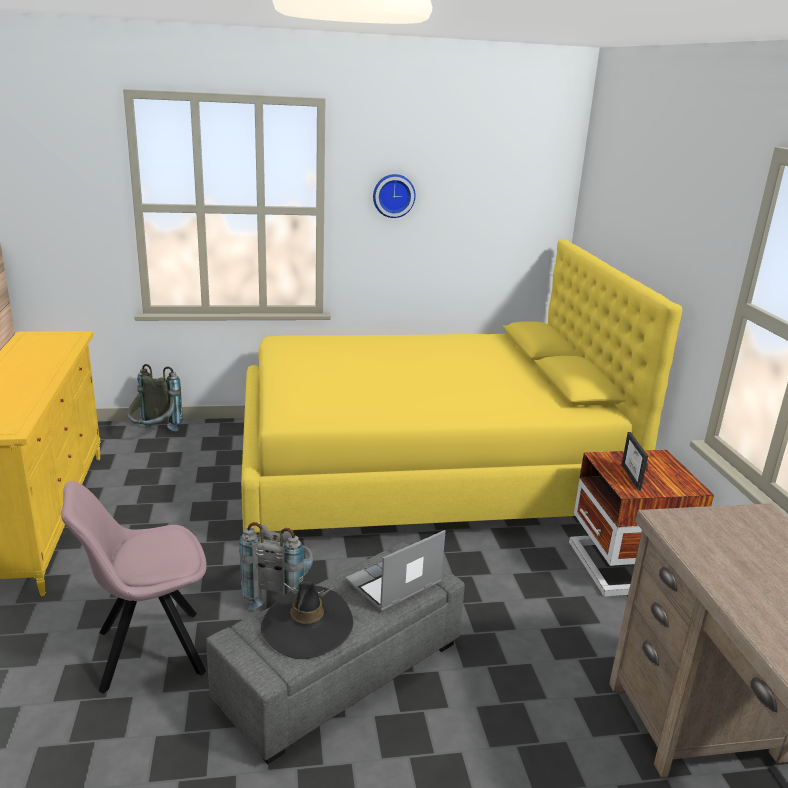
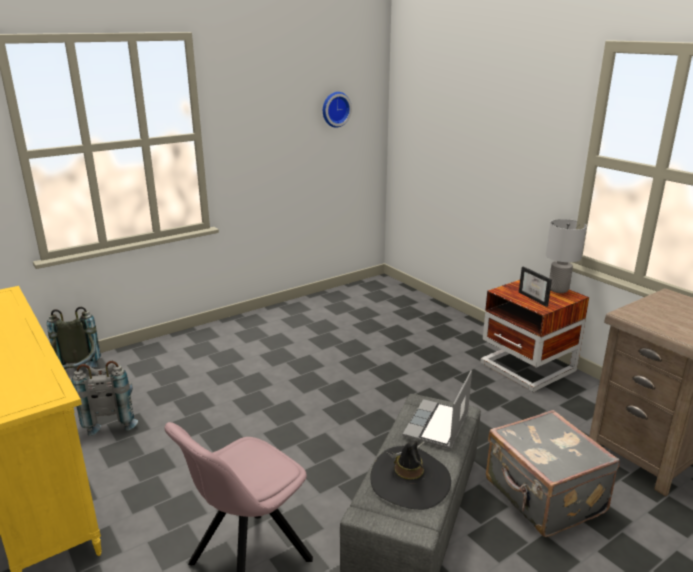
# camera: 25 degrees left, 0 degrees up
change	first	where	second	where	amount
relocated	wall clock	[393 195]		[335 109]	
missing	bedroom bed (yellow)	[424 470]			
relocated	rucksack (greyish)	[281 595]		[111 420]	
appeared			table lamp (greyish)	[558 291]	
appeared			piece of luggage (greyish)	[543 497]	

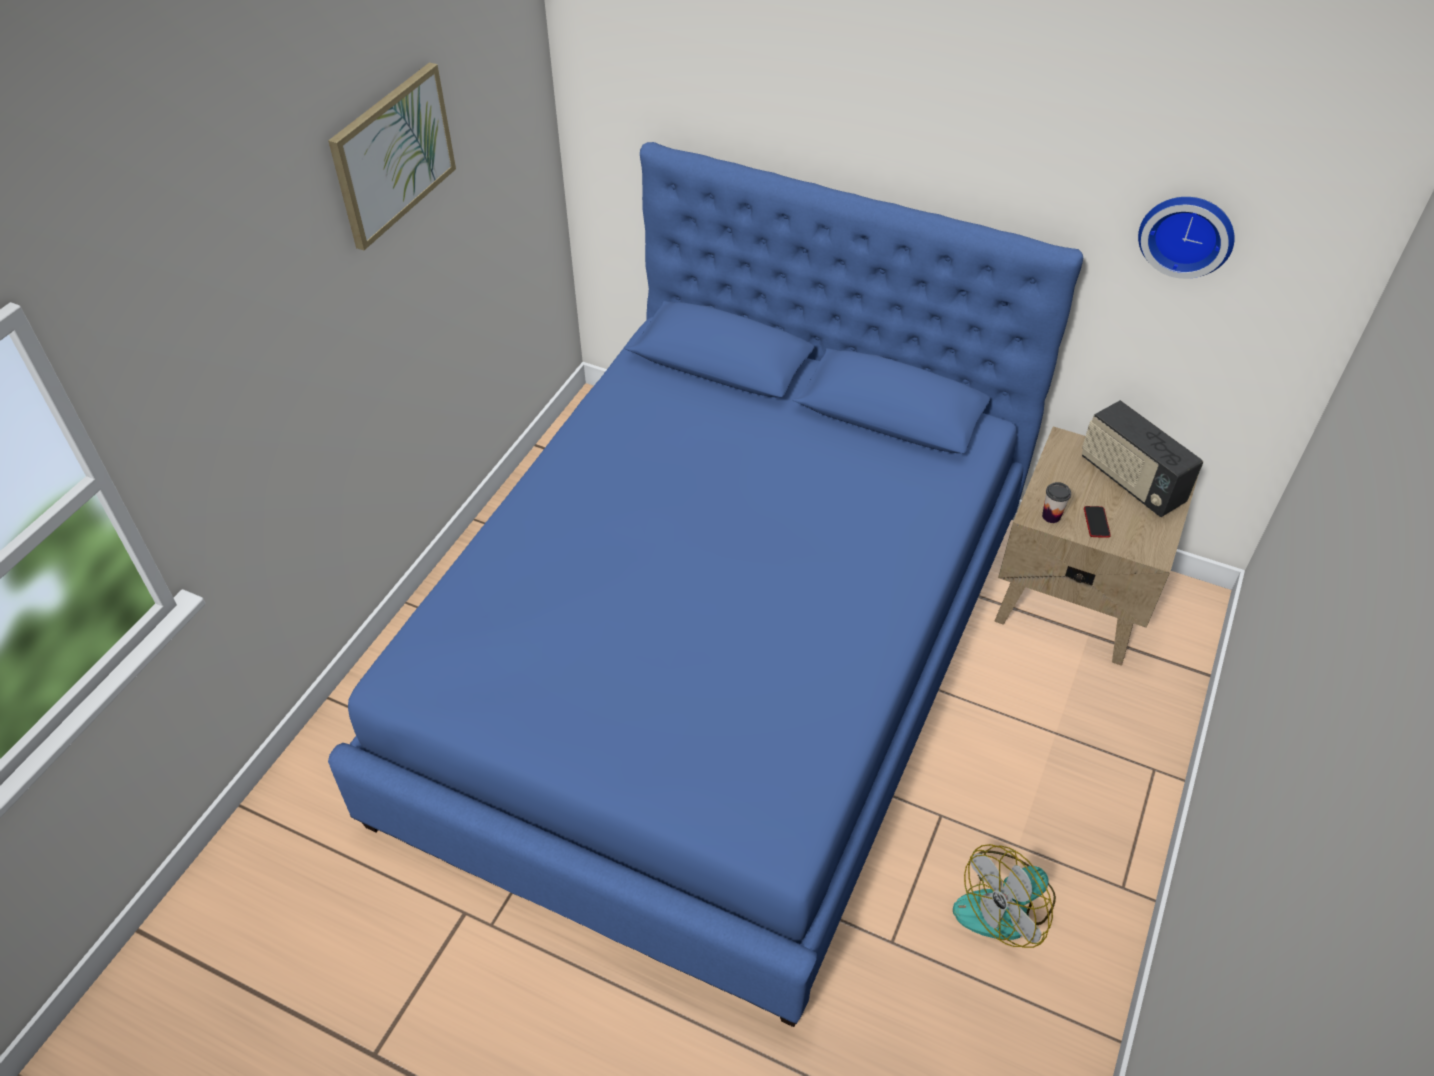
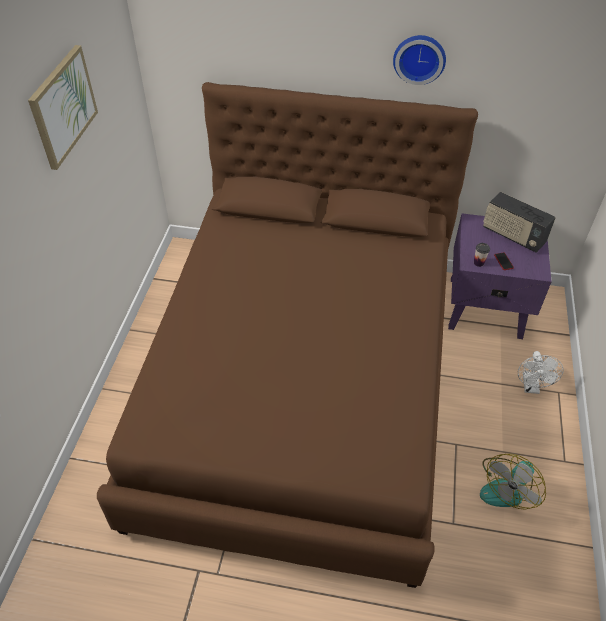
# camera: 15 degrees left, 0 degrees up
change	first	where	second	where	amount
colour	bedroom bed (bluish)	[718 662]	bedroom bed (brownish)	[303 384]	
relocated	wall clock	[1187 233]		[419 58]	
colour	nightstand (beige)	[1075 598]	nightstand (purple)	[486 307]	
appeared			cooling fan (whitish)	[531 387]	

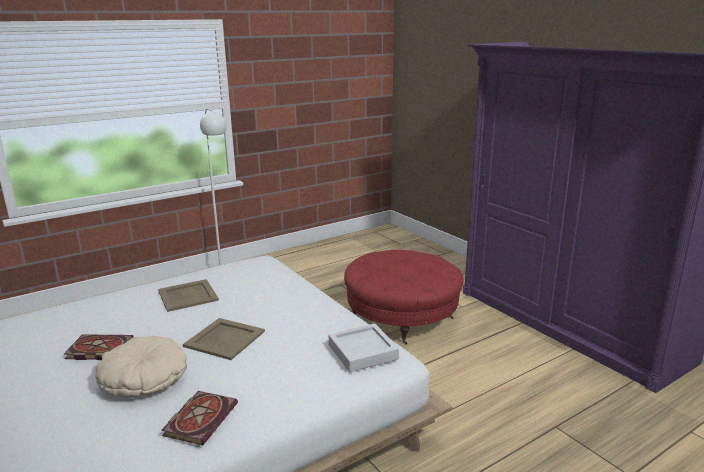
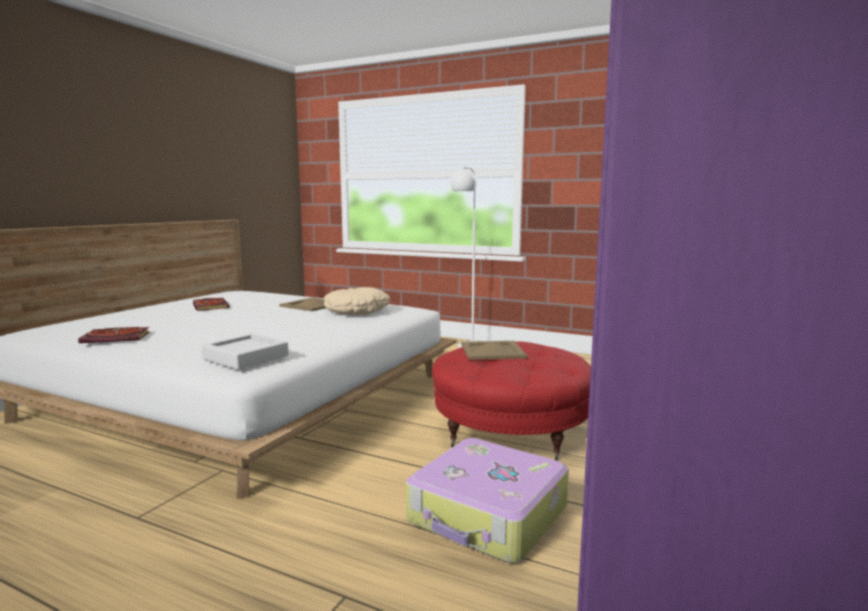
# camera: 60 degrees right, 10 degrees down
change	first	where	second	where	amount
relocated	carrying tray (beige)	[224 338]		[493 350]	
relocated	pillow (beige)	[143 378]		[355 311]	
appeared			piece of luggage	[488 516]	

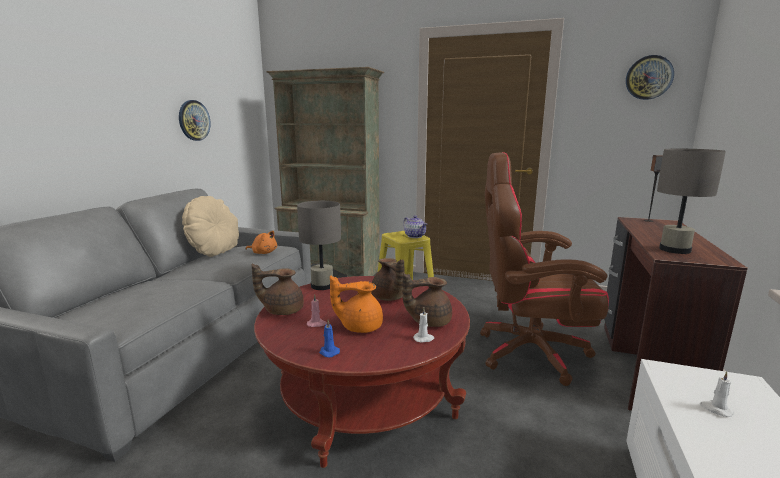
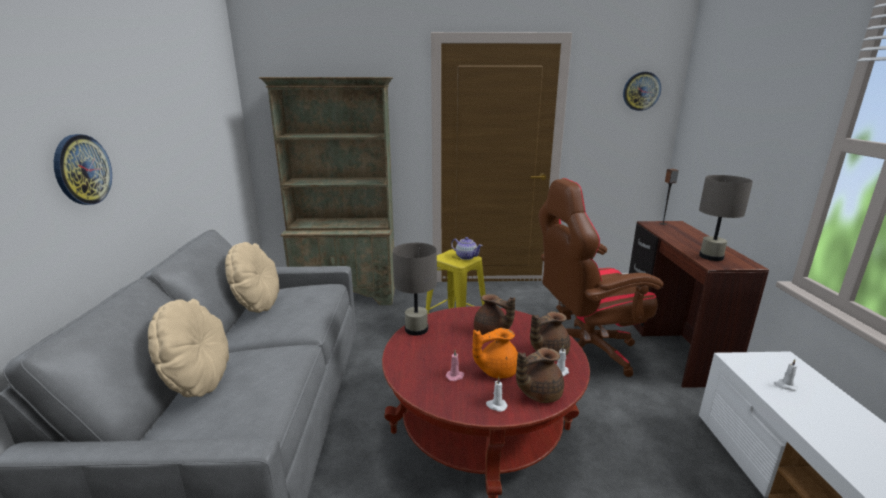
# camera: 20 degrees left, 5 degrees up
change	first	where	second	where	amount
relocated	wall clock	[194 120]		[82 170]	
missing	soft toy (orange-coloured)	[263 253]			
relocated	pot for tea (brownish)	[282 310]		[538 393]	
colour	wax light (bluish)	[328 352]	wax light (whitish)	[496 405]	
appeared			pillow (beige)	[200 383]	

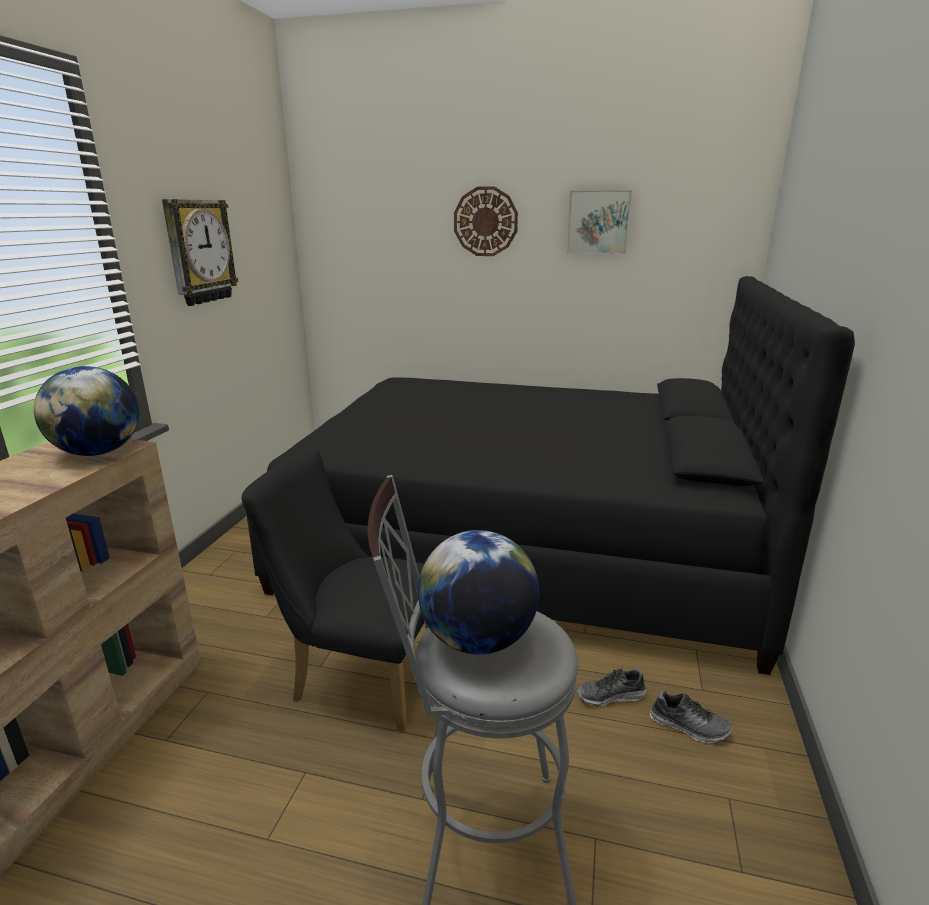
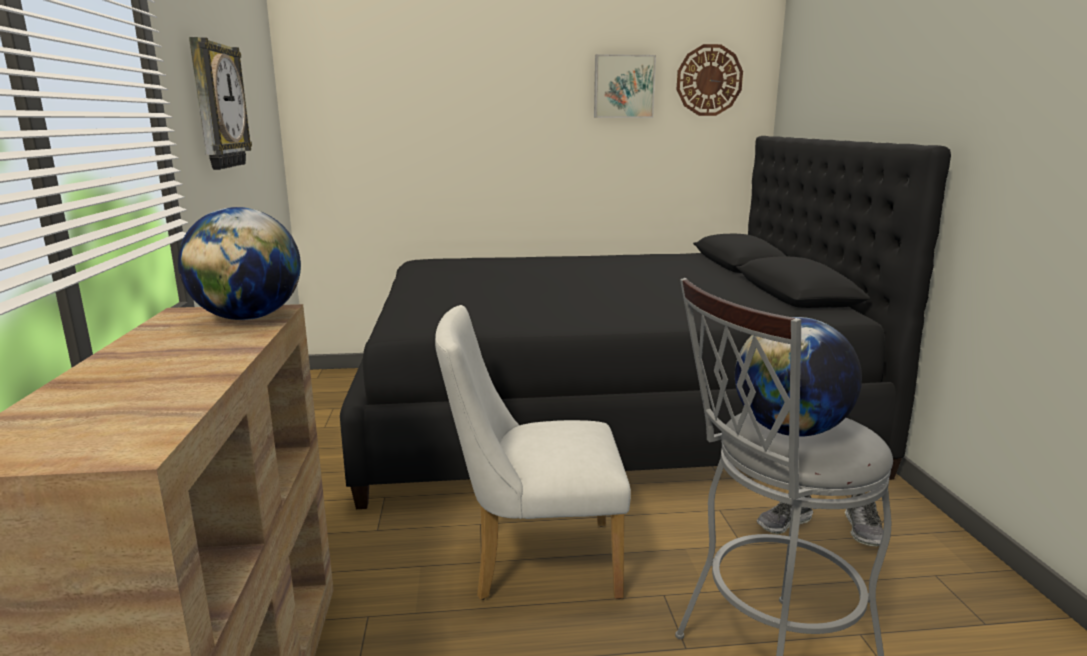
# camera: 20 degrees left, 5 degrees down
change	first	where	second	where	amount
relocated	wall clock	[485 222]		[709 80]	
colour	upright chair (black)	[359 676]	upright chair (whitish)	[533 561]	
spun	low shoe	[688 726]		[864 531]	90 degrees clockwise

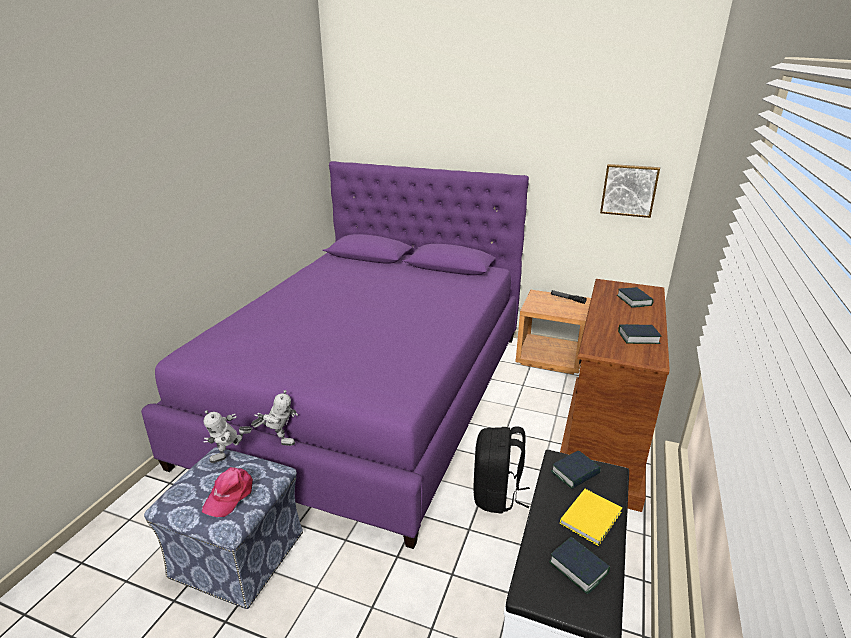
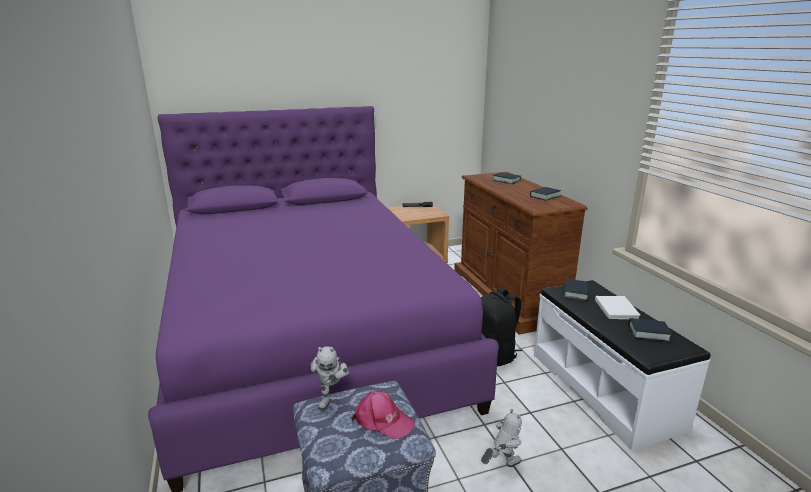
# camera: 40 degrees left, 5 degrees down
change	first	where	second	where	amount
missing	wall art	[629 190]			
relocated	toy robot	[279 440]		[501 465]	
spun	baseball cap (pinkish)	[230 495]		[382 420]	45 degrees counterclockwise
colour	book (yellow)	[592 517]	book (whitish)	[616 309]	

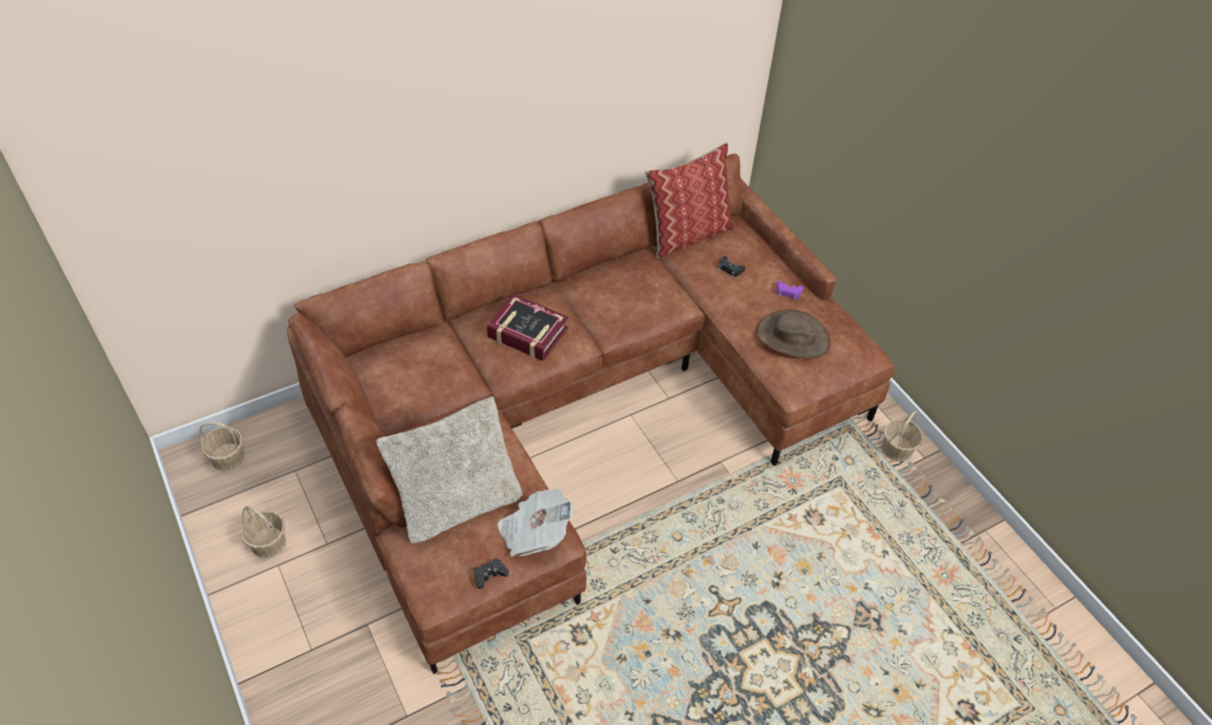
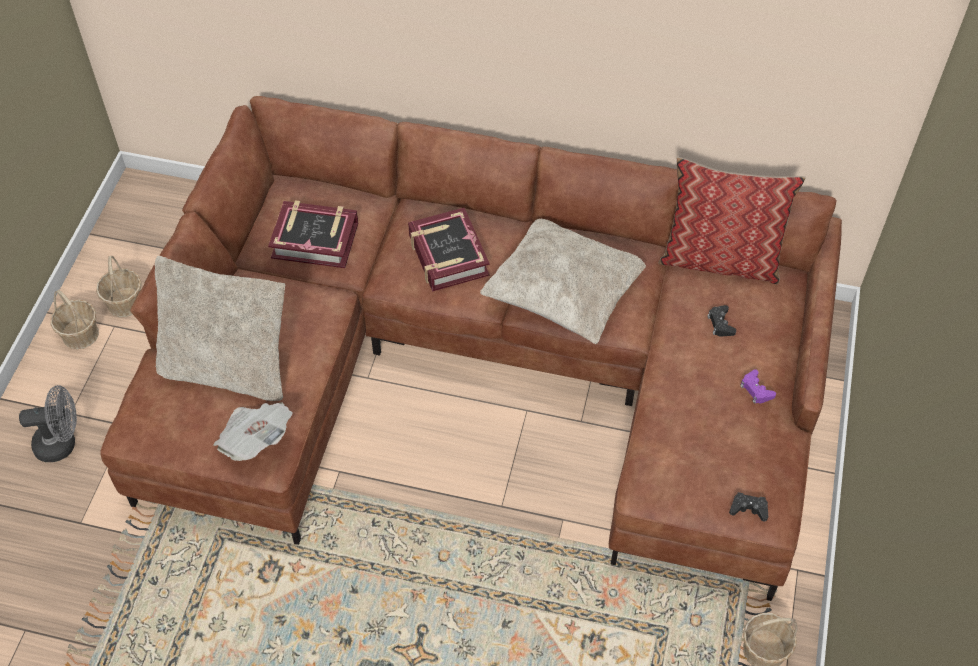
# camera: 45 degrees right, 5 degrees up
change	first	where	second	where	amount
missing	hat (brownish)	[792 337]			
relocated	household basket	[228 457]		[80 334]	
relocated	joypad (black)	[490 575]		[748 509]	
appeared			book	[315 240]	
appeared			pillow (beige)	[564 292]	
appeared			cooling fan (greyish)	[62 443]	

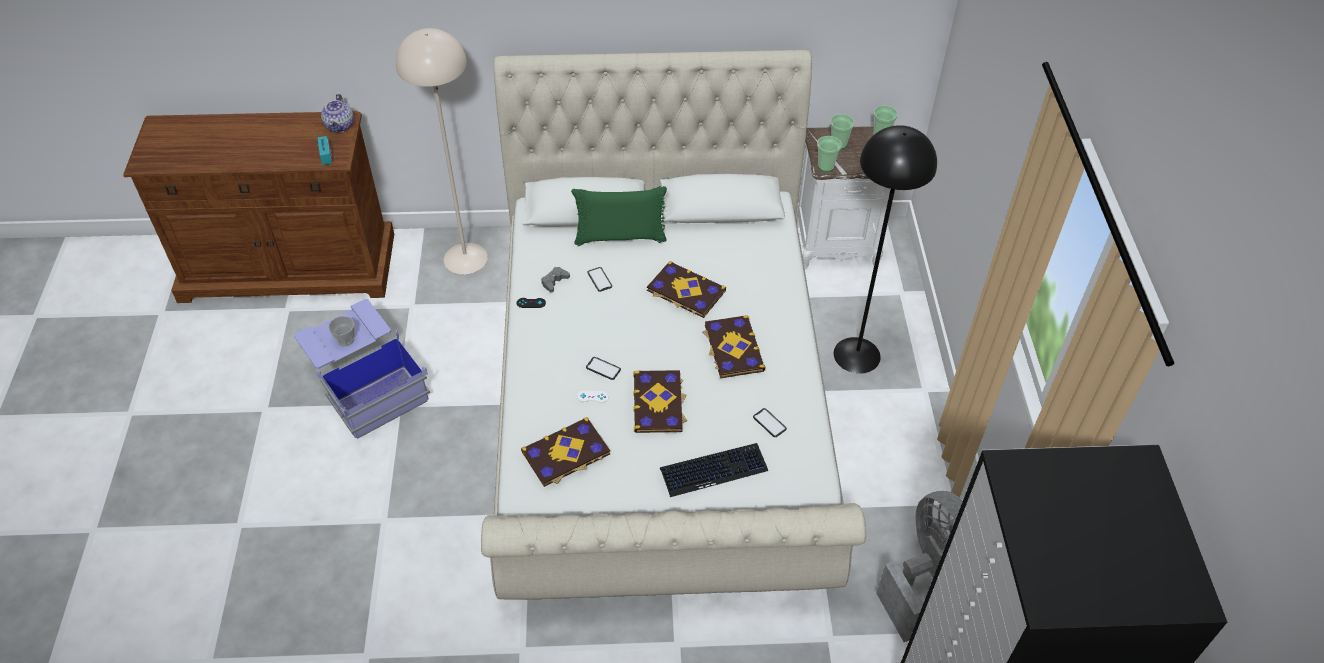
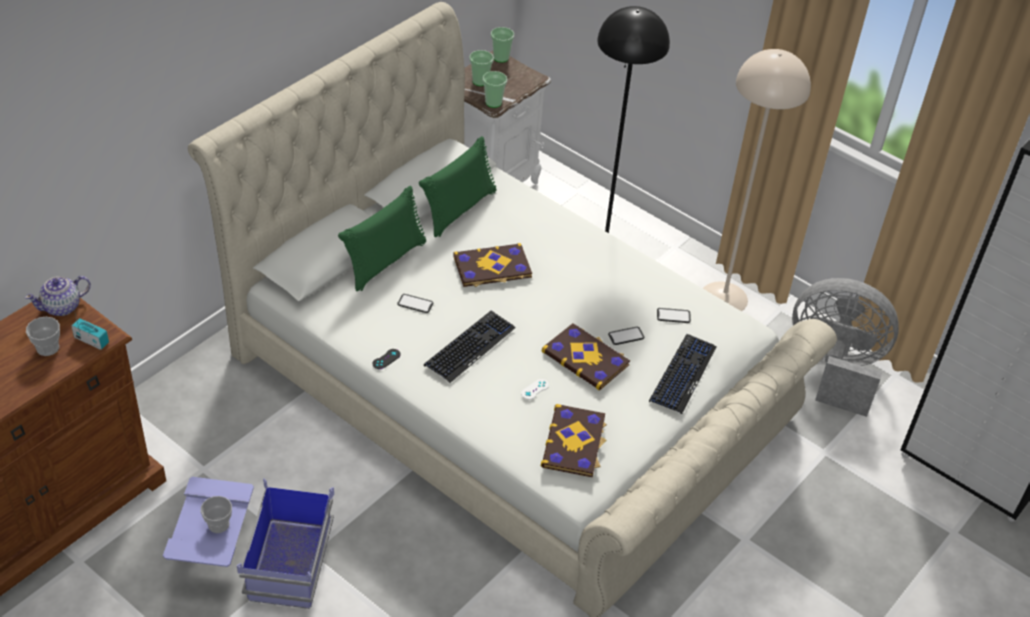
# camera: 50 degrees left, 5 degrees down
change	first	where	second	where	amount
relocated	standing lamp (beige)	[466 258]		[724 297]	
spun	pot for tea	[340 125]		[62 307]	105 degrees clockwise
missing	joypad (greyish)	[554 281]			
missing	book	[732 348]			
relocated	telephone	[603 368]		[626 336]	
appeared			pillow (greenish)	[458 209]	
appeared			computer keyboard	[470 347]	
appeared			cup	[48 348]	

